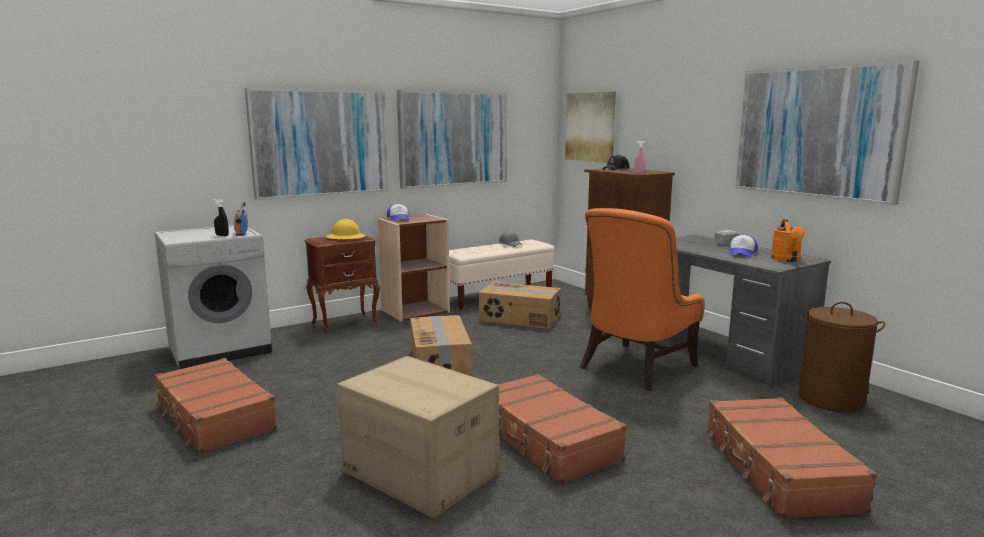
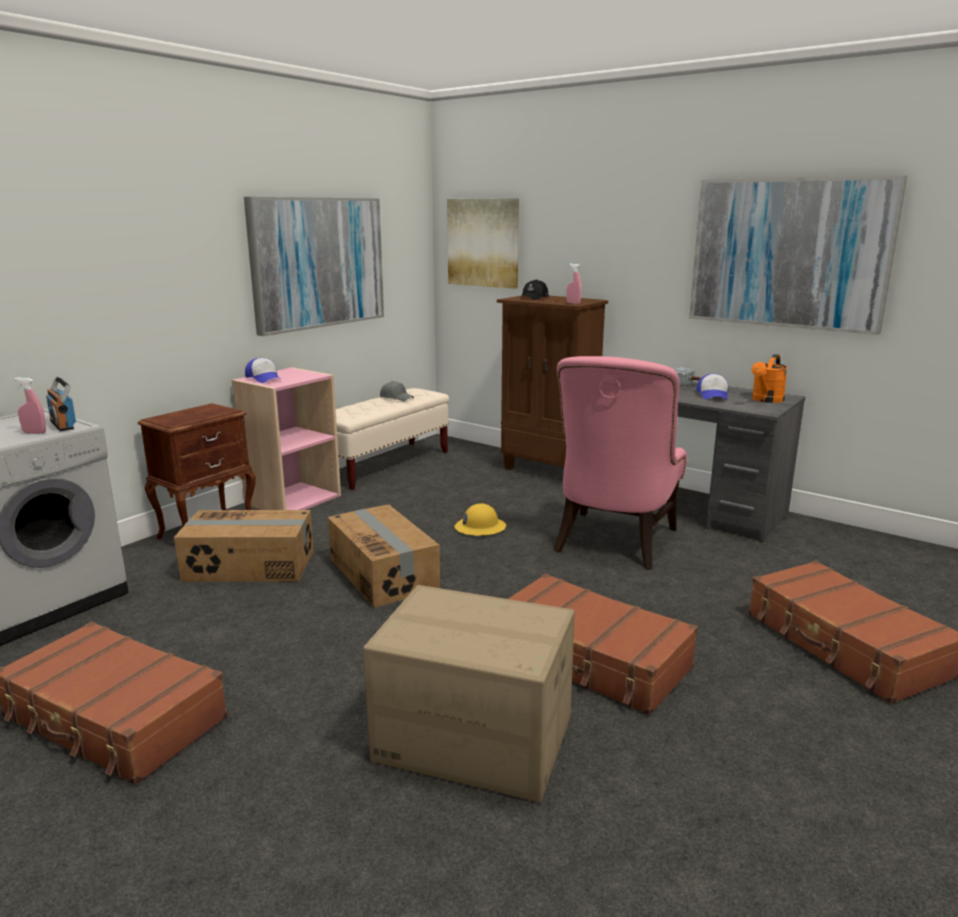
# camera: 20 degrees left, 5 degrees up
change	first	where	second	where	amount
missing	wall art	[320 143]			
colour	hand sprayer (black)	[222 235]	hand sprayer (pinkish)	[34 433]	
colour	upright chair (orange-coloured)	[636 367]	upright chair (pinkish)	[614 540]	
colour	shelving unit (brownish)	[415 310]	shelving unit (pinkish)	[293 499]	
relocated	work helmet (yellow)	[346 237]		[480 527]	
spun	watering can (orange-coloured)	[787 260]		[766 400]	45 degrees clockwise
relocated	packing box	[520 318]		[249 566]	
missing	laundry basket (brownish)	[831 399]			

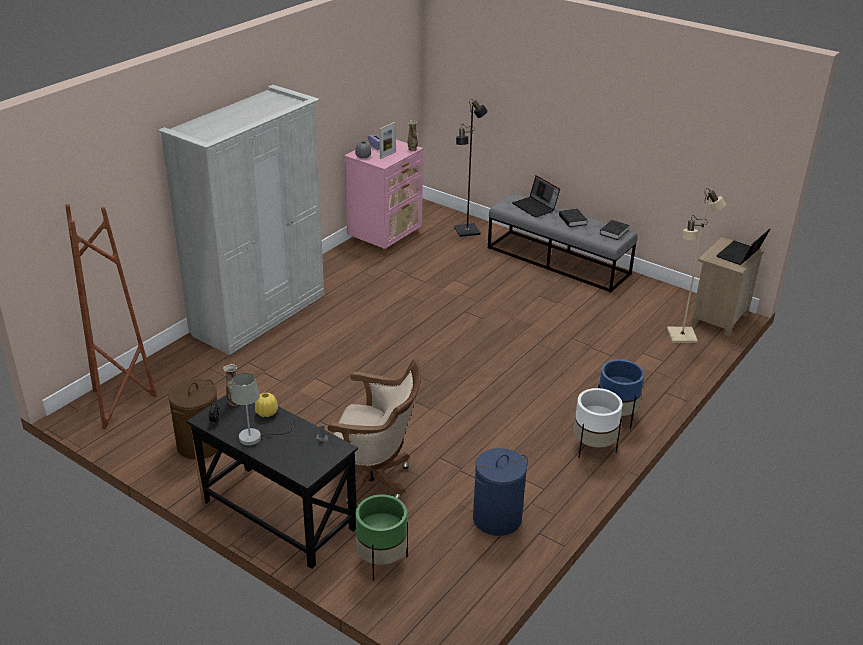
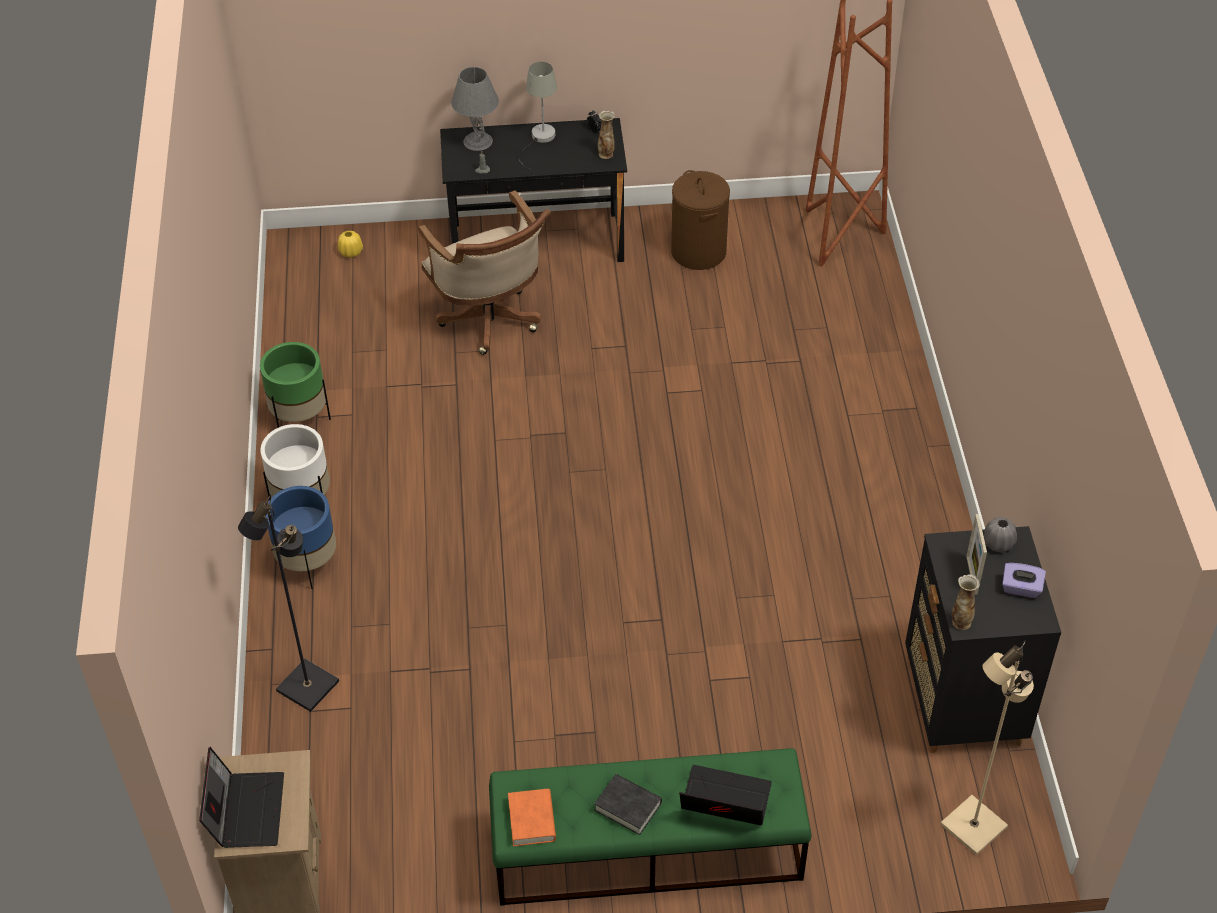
# camera: 140 degrees right, 15 degrees up
change	first	where	second	where	amount
missing	wardrobe (whitish)	[260 314]			
relocated	standing lamp (black)	[467 231]		[308 686]	
colour	drawer chest (pinkish)	[385 238]	drawer chest (black)	[963 701]	
relocated	standing lamp (beige)	[681 335]		[974 826]	
colour	indoor bench (greyish)	[558 261]	indoor bench (greenish)	[646 851]	
colour	book (black)	[614 232]	book (orange-coloured)	[532 820]	
spun	office chair	[374 480]		[492 322]	90 degrees counterclockwise
relocated	vase (yellow)	[266 412]		[351 252]	
missing	laundry basket (bluish)	[496 519]			
relocated	flower pot (greenish)	[381 561]		[300 417]	
appeared			table lamp (greyish)	[477 141]	

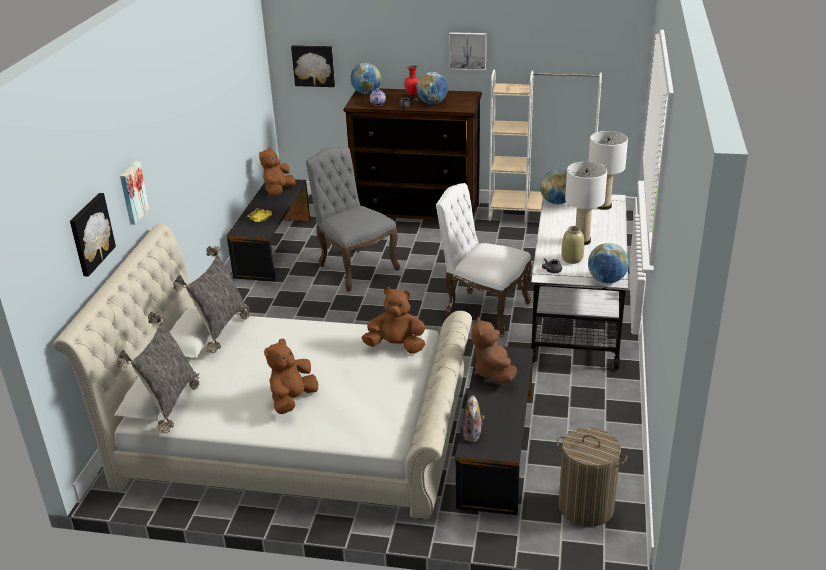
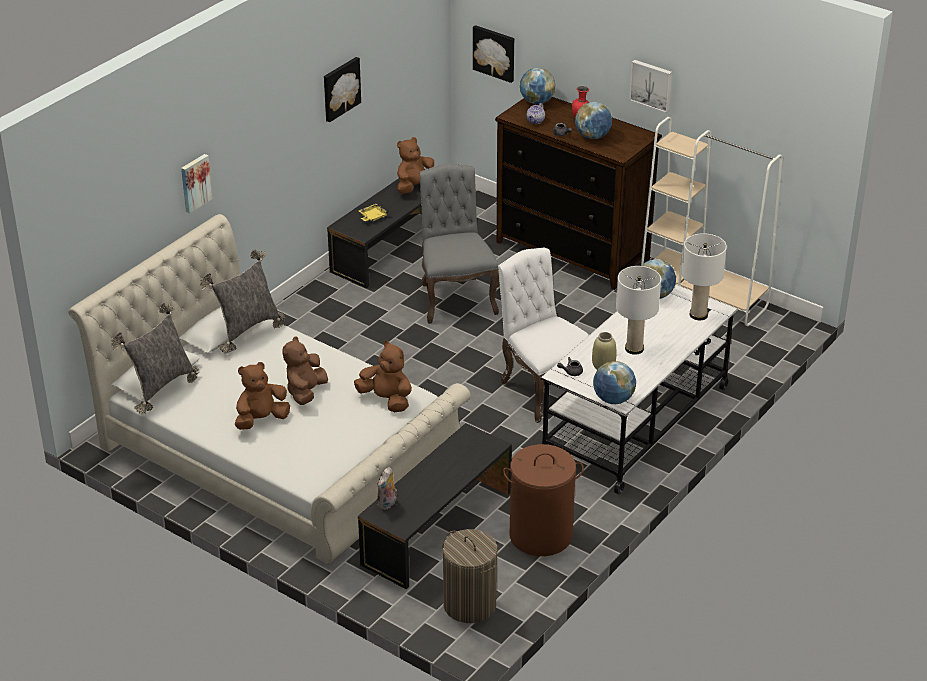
# camera: 25 degrees right, 5 degrees up
change	first	where	second	where	amount
relocated	wall art	[90 234]		[340 88]	
relocated	soft toy (brownish)	[493 372]		[305 392]	
appeared			laundry basket (brownish)	[540 535]	

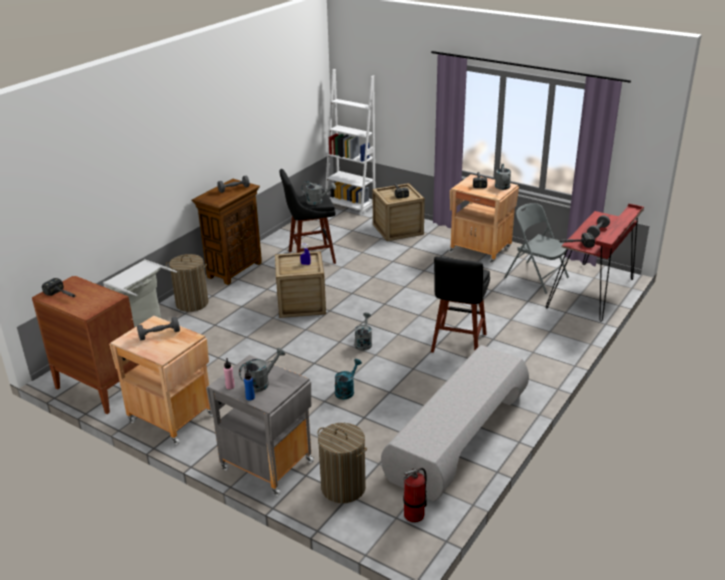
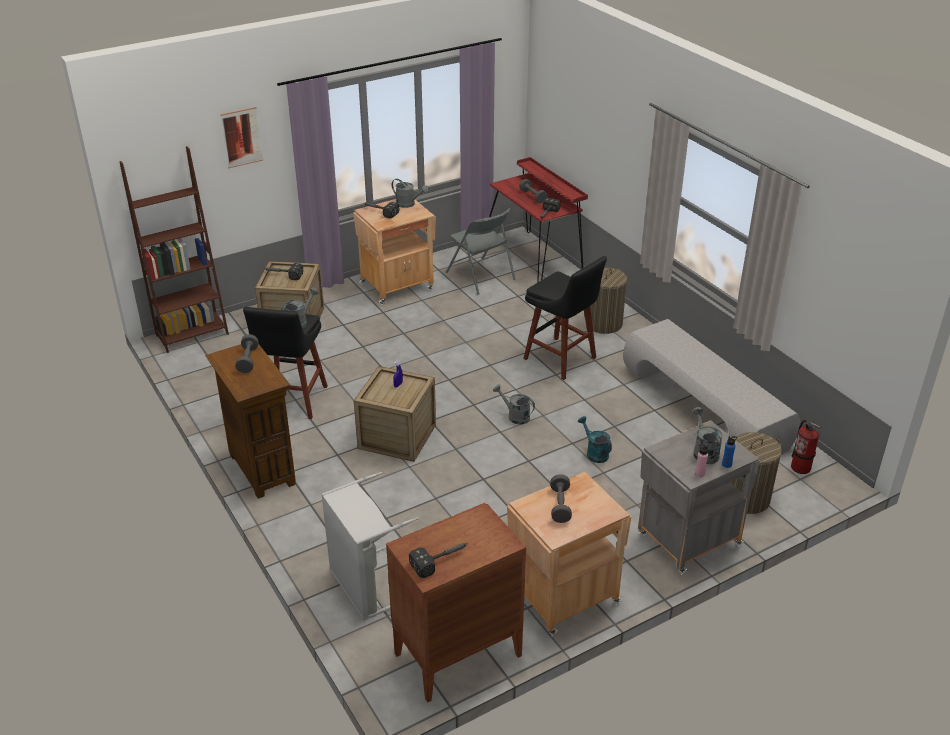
# camera: 65 degrees left, 5 degrees up
change	first	where	second	where	amount
colour	shelving unit (whitish)	[350 206]	shelving unit (brownish)	[192 334]	
spun	upright chair (greyish)	[536 277]		[480 276]	105 degrees counterclockwise
relocated	laundry basket	[192 303]		[604 324]	
appeared			wall art	[241 137]	

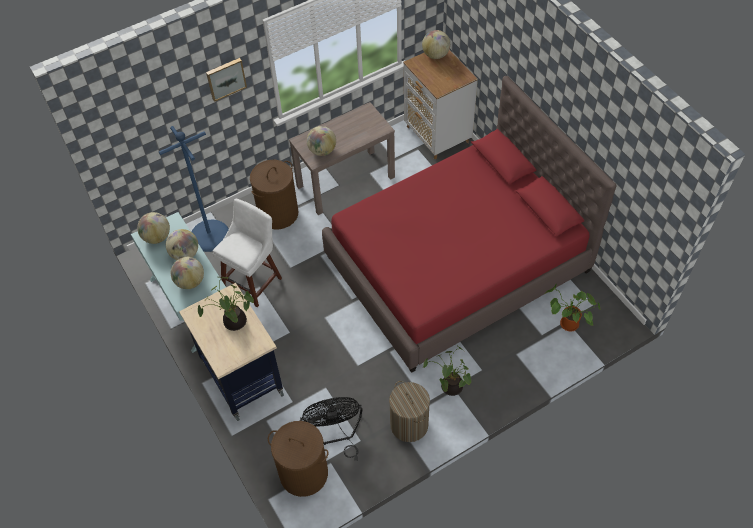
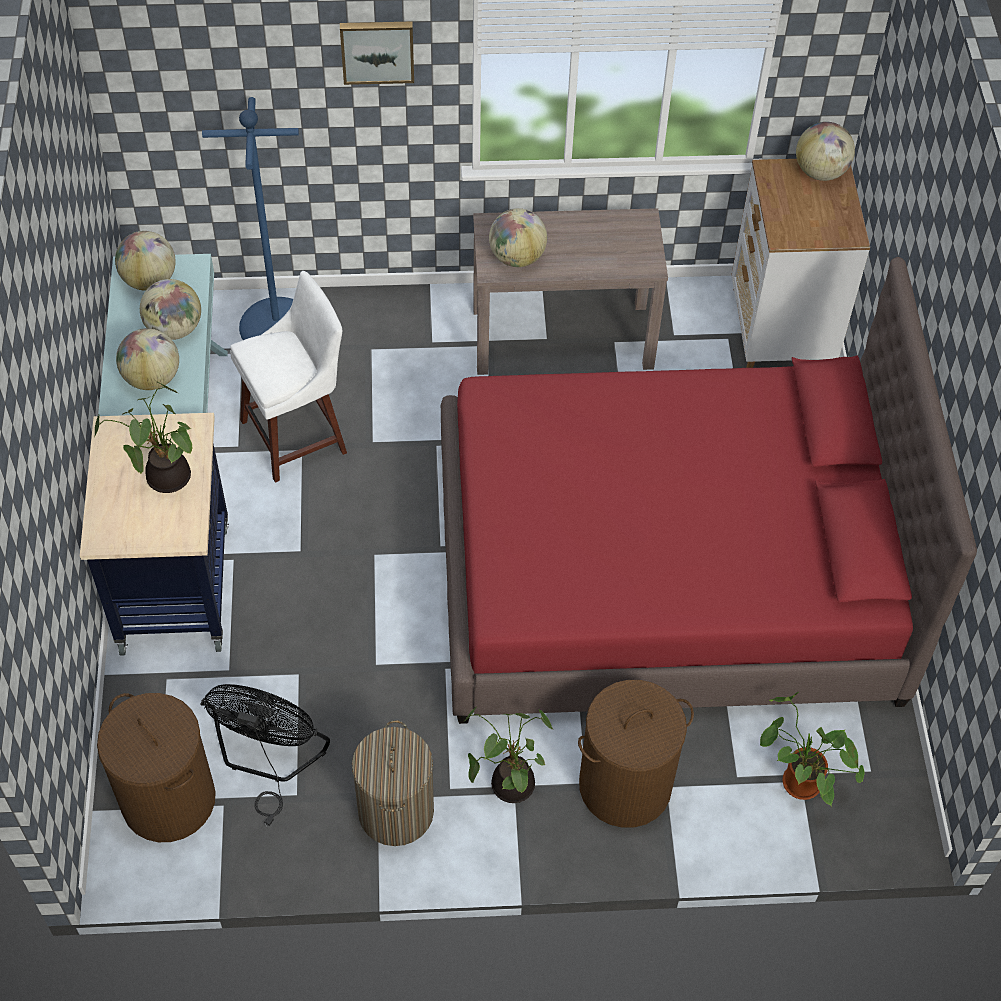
# camera: 25 degrees right, 0 degrees up
change	first	where	second	where	amount
relocated	laundry basket (brownish)	[278 214]		[625 786]	

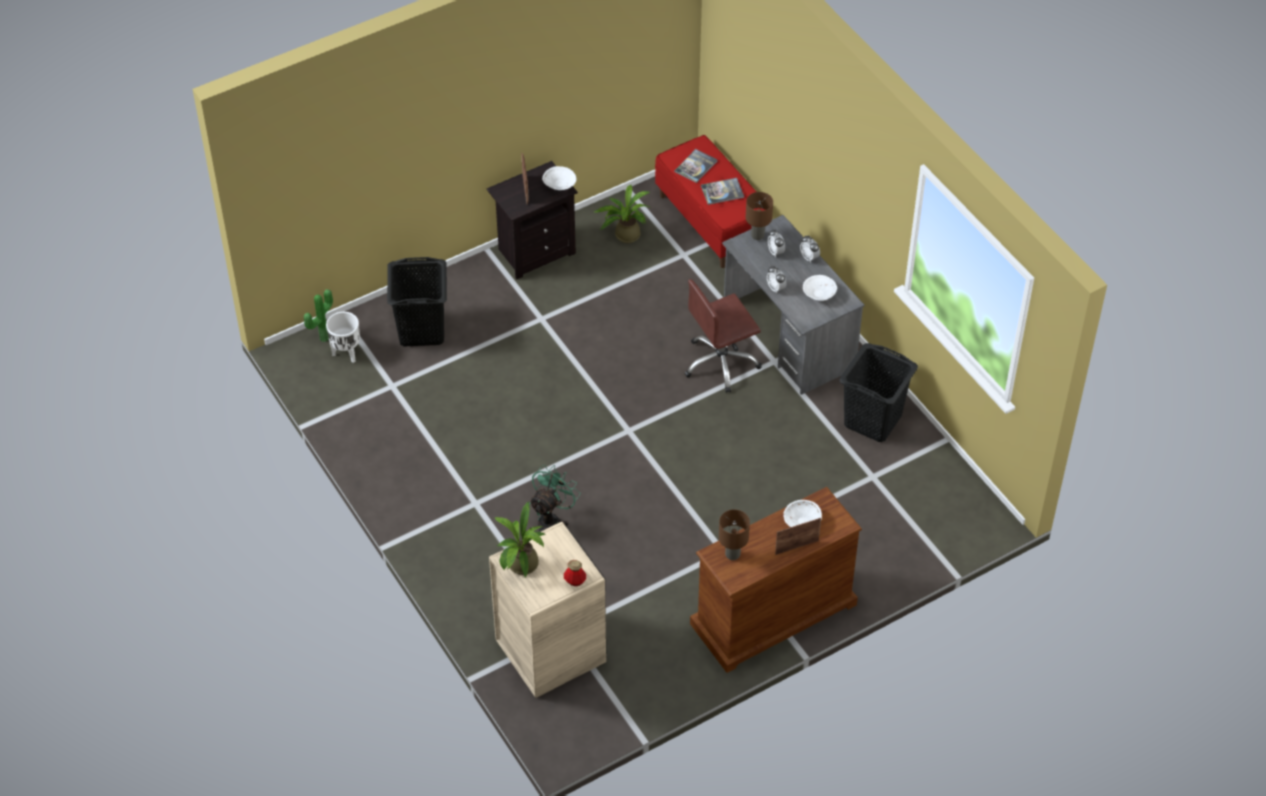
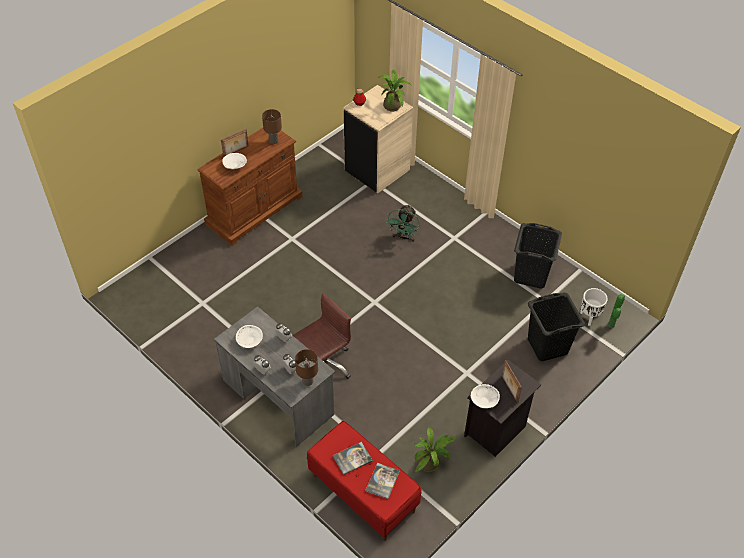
# camera: 165 degrees right, 0 degrees up
change	first	where	second	where	amount
relocated	laundry basket (black)	[872 420]		[531 275]	

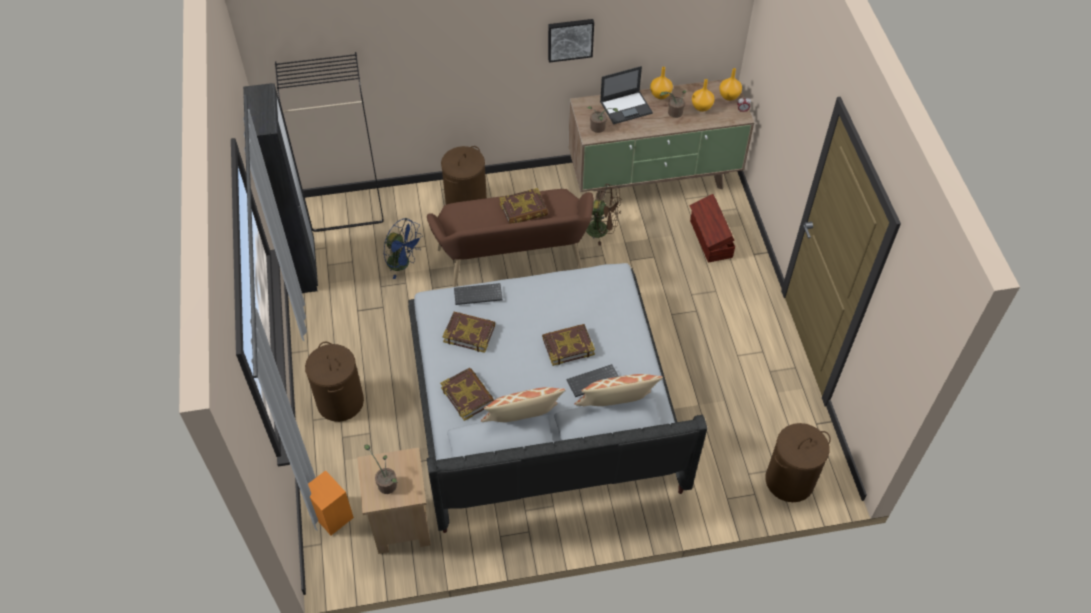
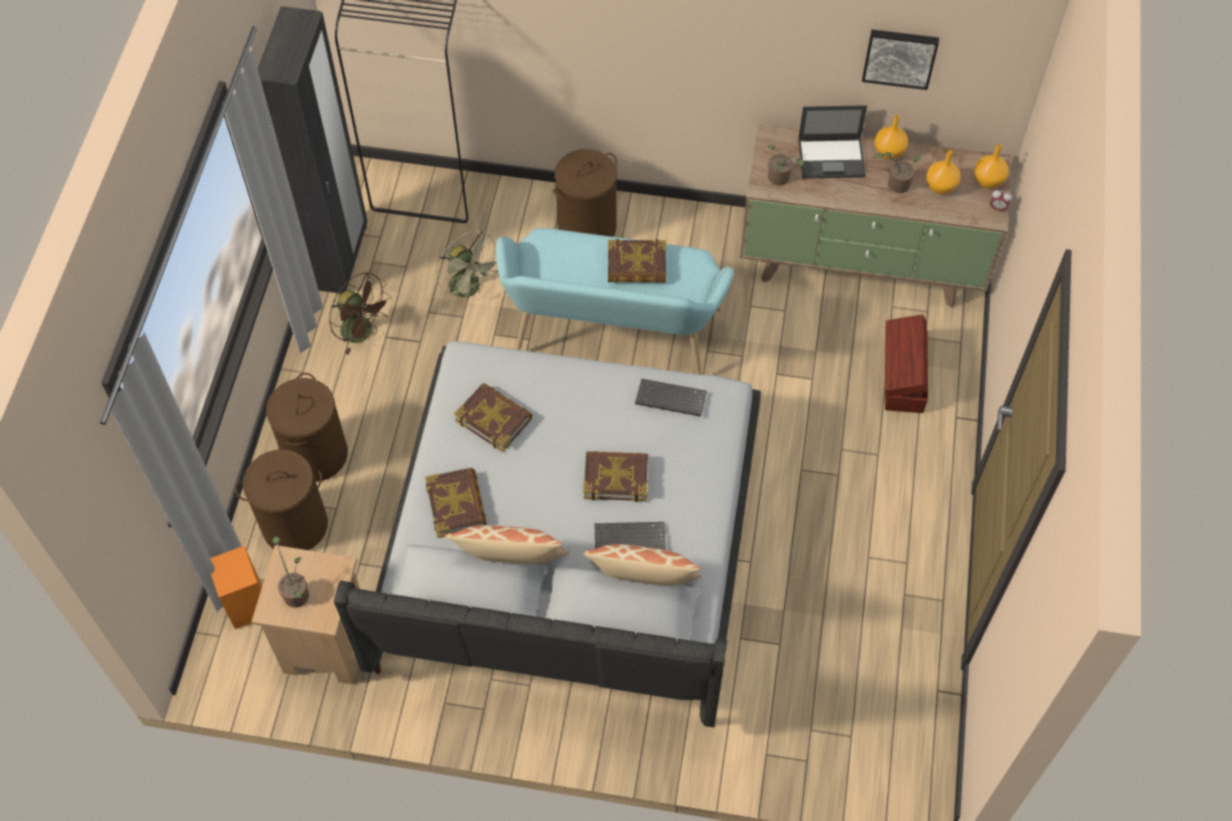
# camera: 20 degrees right, 5 degrees up
change	first	where	second	where	amount
relocated	wall art	[570 39]		[900 57]	
relocated	cooling fan (brownish)	[602 230]		[363 332]	
colour	indoor bench (brownish)	[513 269]	indoor bench (turquoise-coloured)	[612 340]	
colour	cooling fan (bluish)	[403 264]	cooling fan (greenish)	[470 289]	
relocated	computer keyboard	[477 296]		[669 399]	
relocated	laundry basket (brownish)	[789 480]		[294 525]	

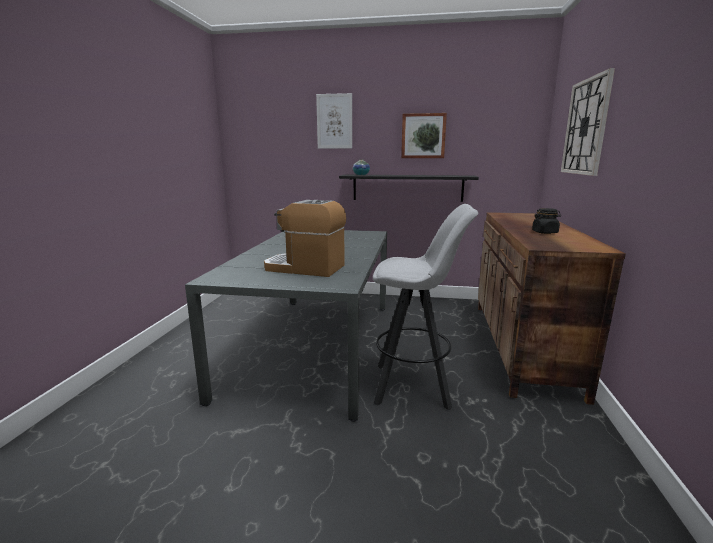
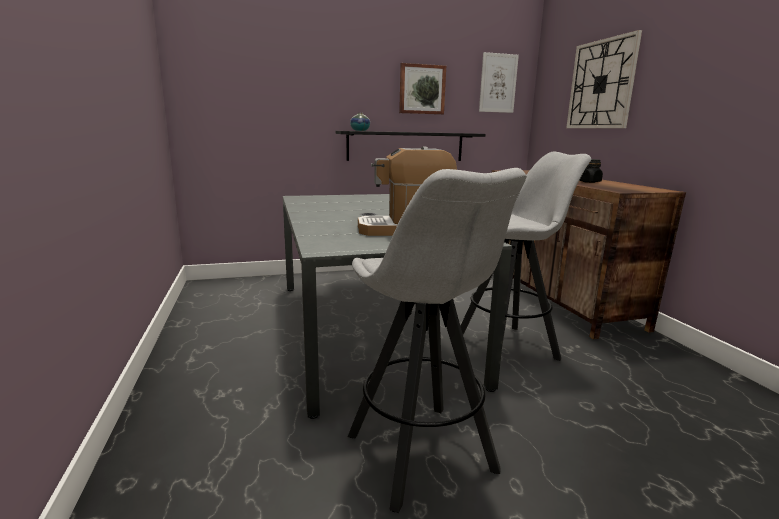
# camera: 25 degrees left, 0 degrees up
change	first	where	second	where	amount
relocated	wall art	[334 121]		[498 83]	
appeared			stool seat (greyish)	[422 456]	

